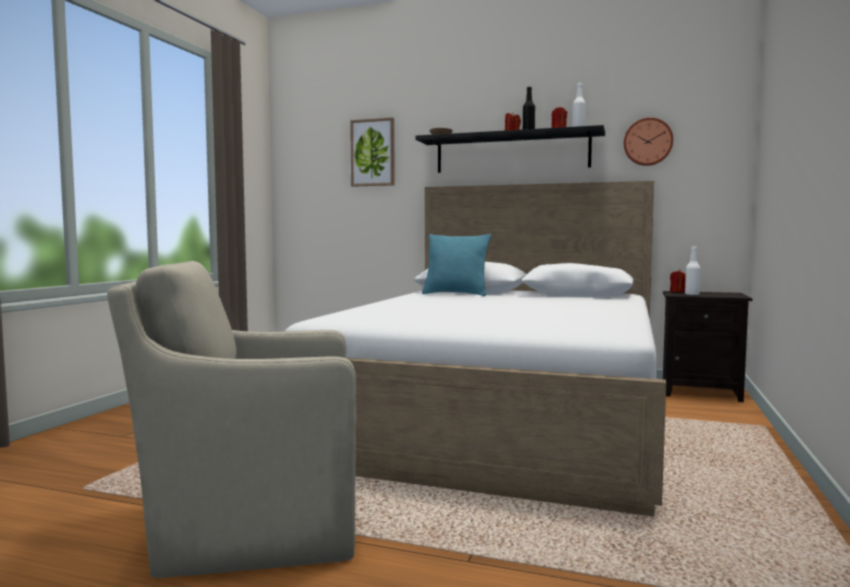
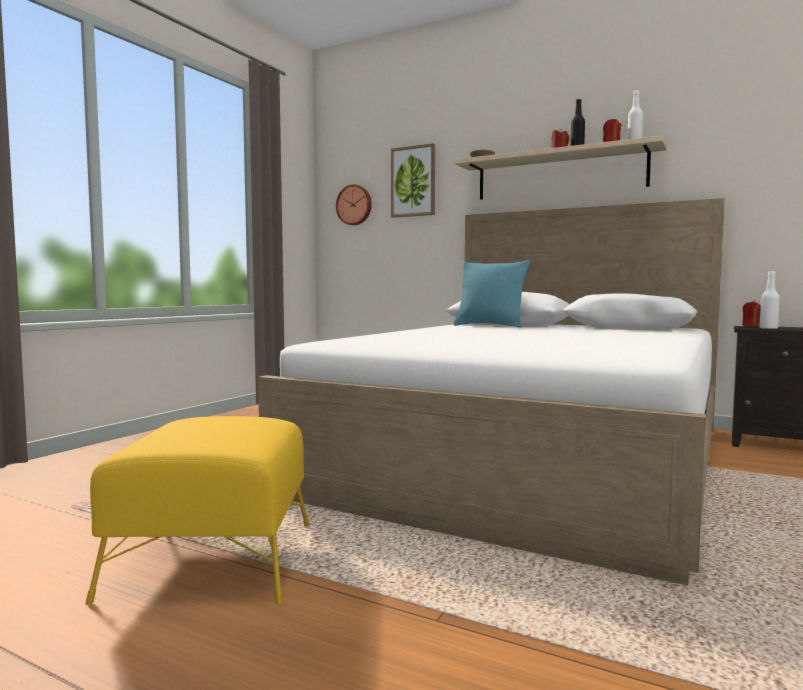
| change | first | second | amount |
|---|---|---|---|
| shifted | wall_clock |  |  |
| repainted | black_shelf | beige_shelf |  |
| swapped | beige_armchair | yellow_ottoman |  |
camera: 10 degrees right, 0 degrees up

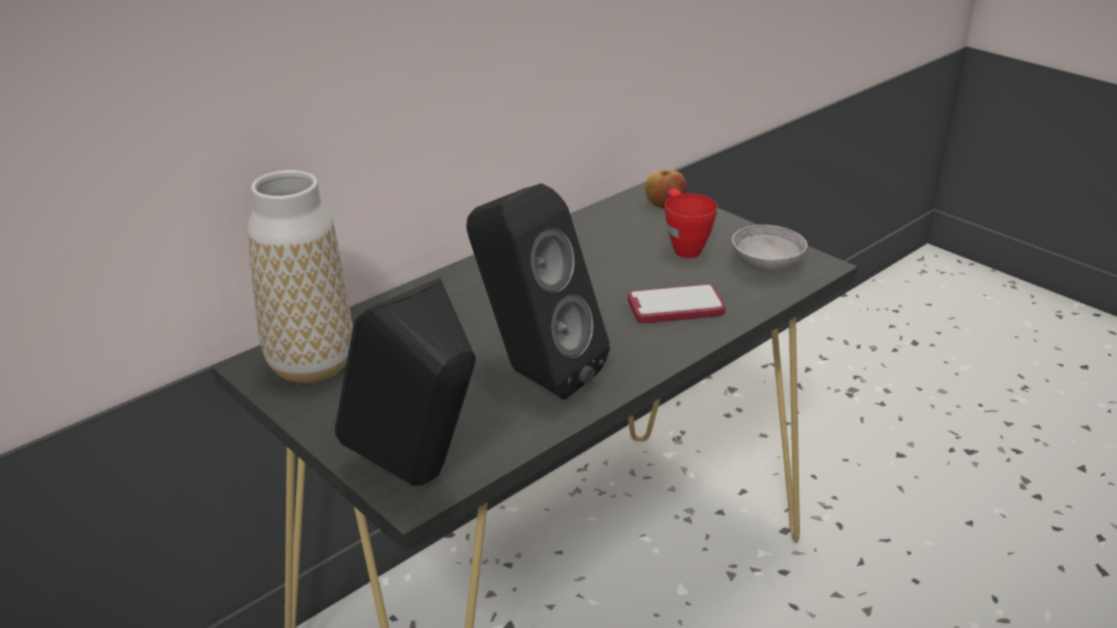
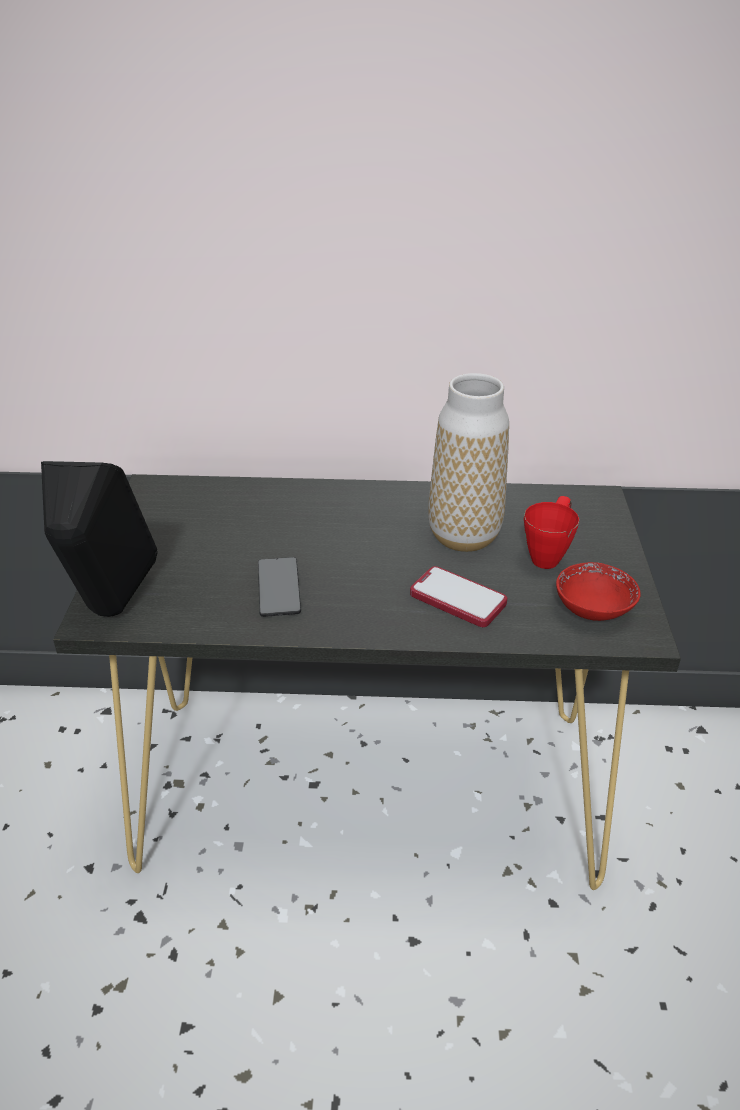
| change | first | second | amount |
|---|---|---|---|
| shifted | vase |  |  |
| gone | apple |  |  |
| swapped | black_speaker (no. 2 from left) | phone (no. 1 from left) |  |
| repainted | grey_bowl | red_bowl |  |
camera: 45 degrees right, 5 degrees up

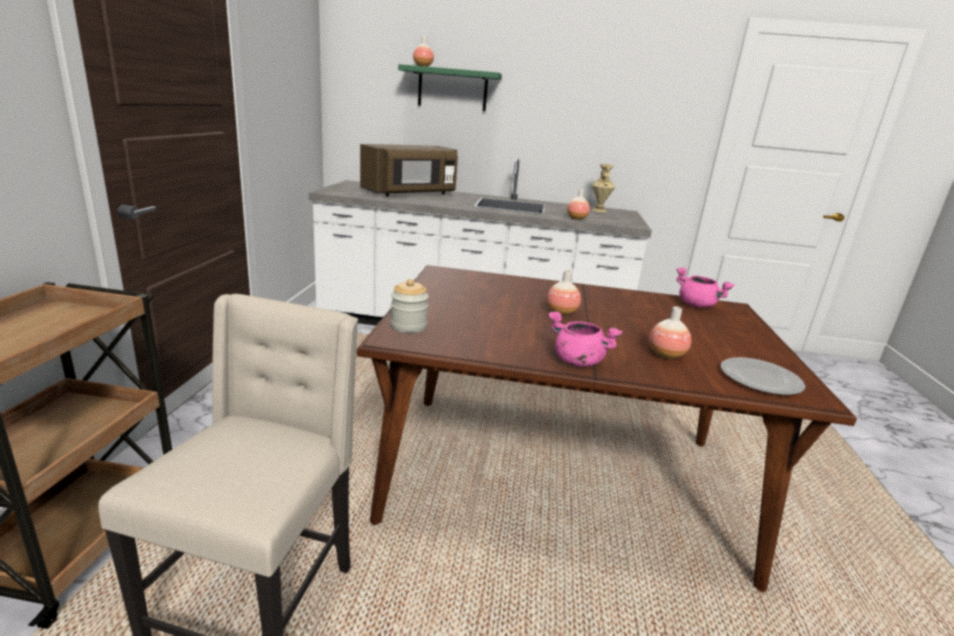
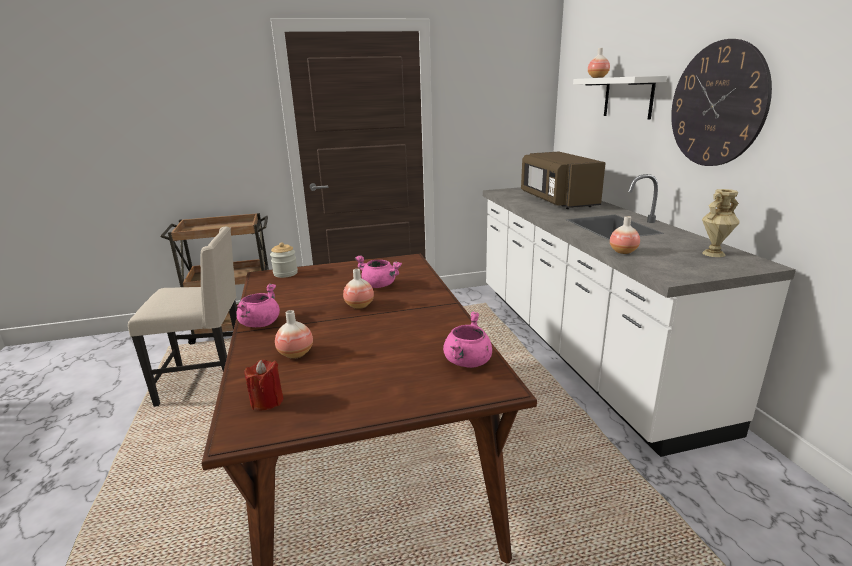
| change | first | second | amount |
|---|---|---|---|
| repainted | green_shelf | white_shelf |  |
| rotated | brown_microwave |  | 45 degrees clockwise |
| swapped | plate | red_candle |  |
| new |  | wall_clock |  |
| new |  | pink_cooking_pot (no. 2 from left) |  |
camera: 70 degrees right, 0 degrees up

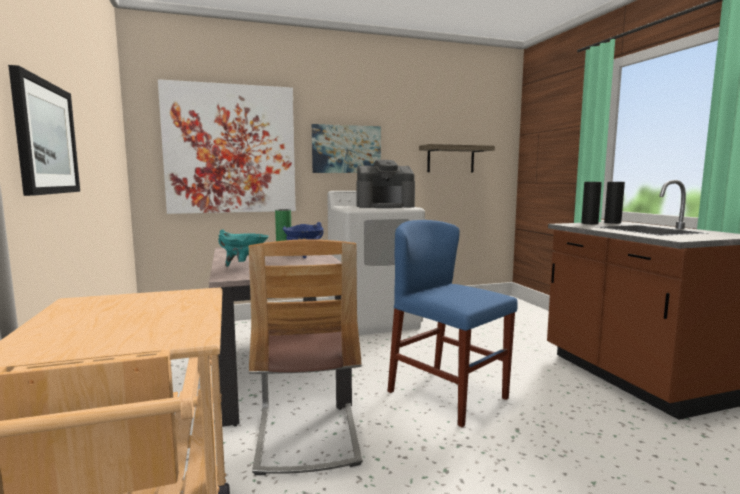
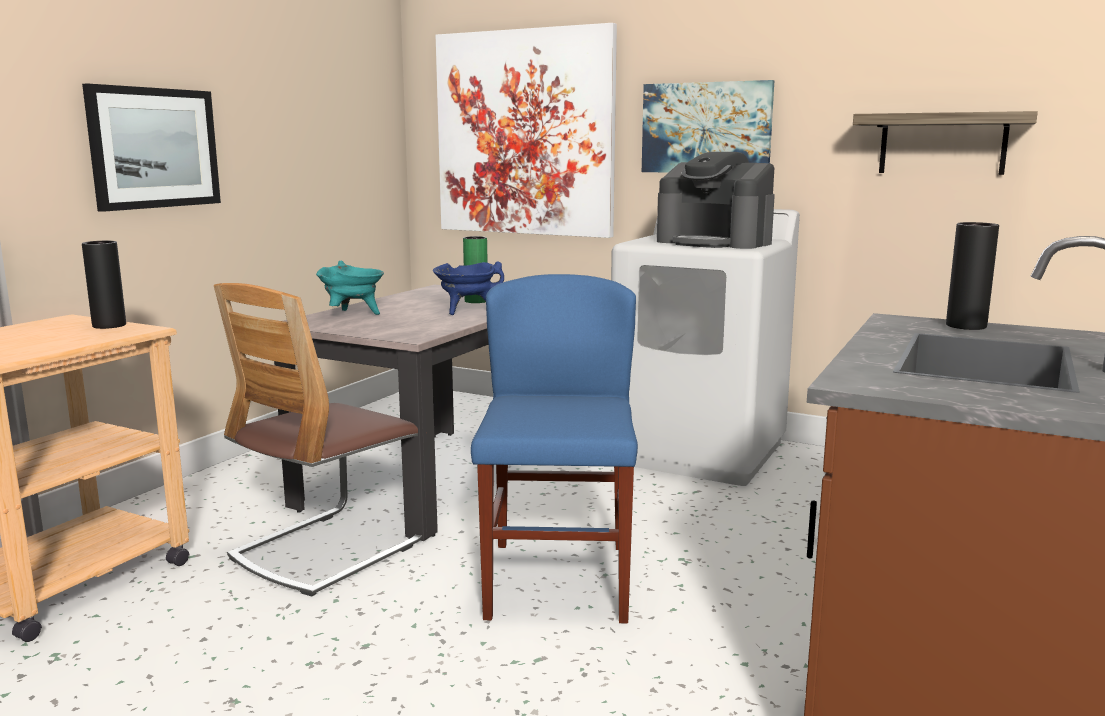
| change | first | second | amount |
|---|---|---|---|
| shifted | black_vase (no. 2 from left in the first image) | black_vase (no. 1 from left) |  |
camera: 45 degrees right, 5 degrees up

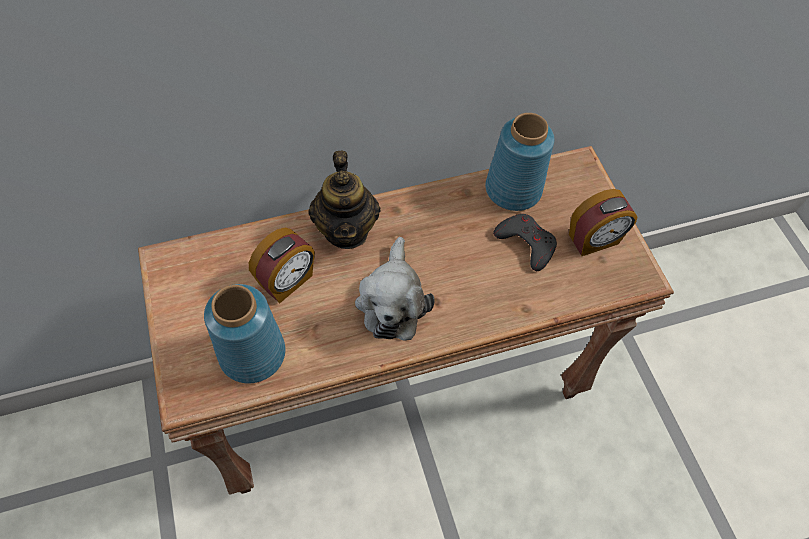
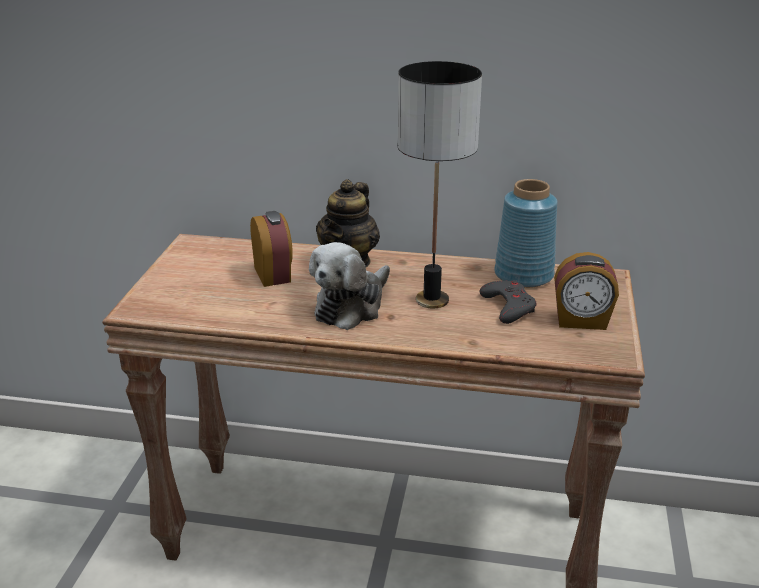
| change | first | second | amount |
|---|---|---|---|
| rotated | alarm_clock (no. 1 from left) |  | 90 degrees counterclockwise |
| gone | blue_vase (no. 1 from left) |  |  |
| new |  | table_lamp |  |
camera: 30 degrees right, 30 degrees down

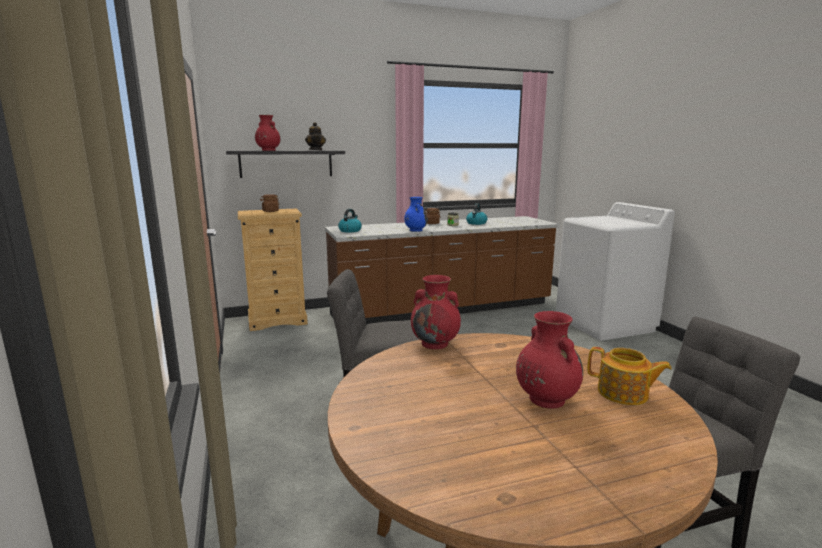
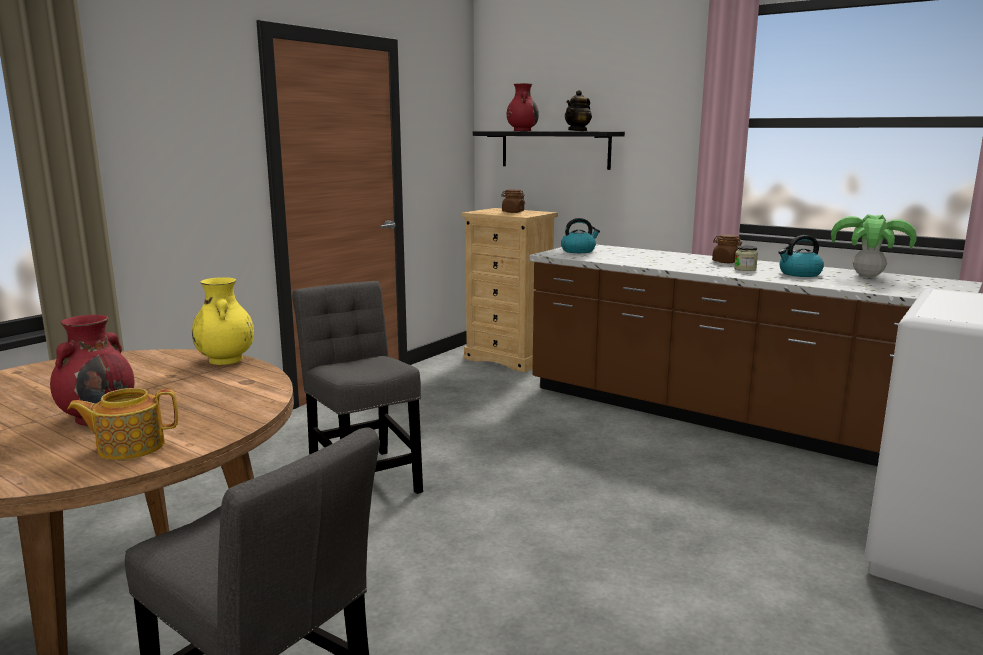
| change | first | second | amount |
|---|---|---|---|
| gone | blue_vase |  |  |
| repainted | red_vase (no. 2 from left) | yellow_vase |  |
| rotated | teapot (no. 2 from left in the first image) | teapot (no. 1 from left) | 75 degrees clockwise |
| new |  | potted_plant |  |
camera: 55 degrees right, 0 degrees up

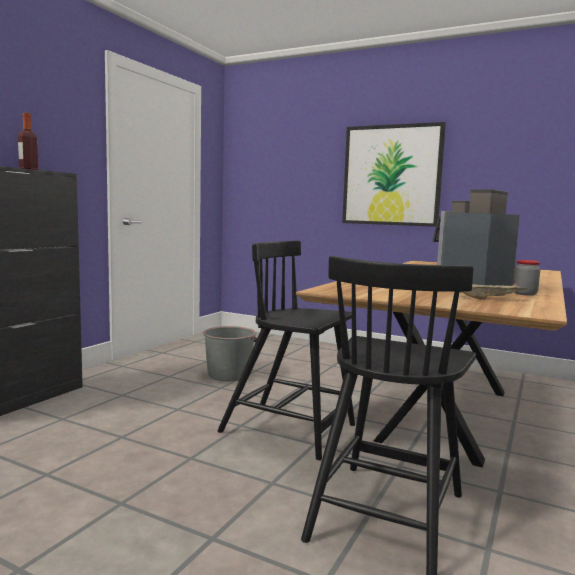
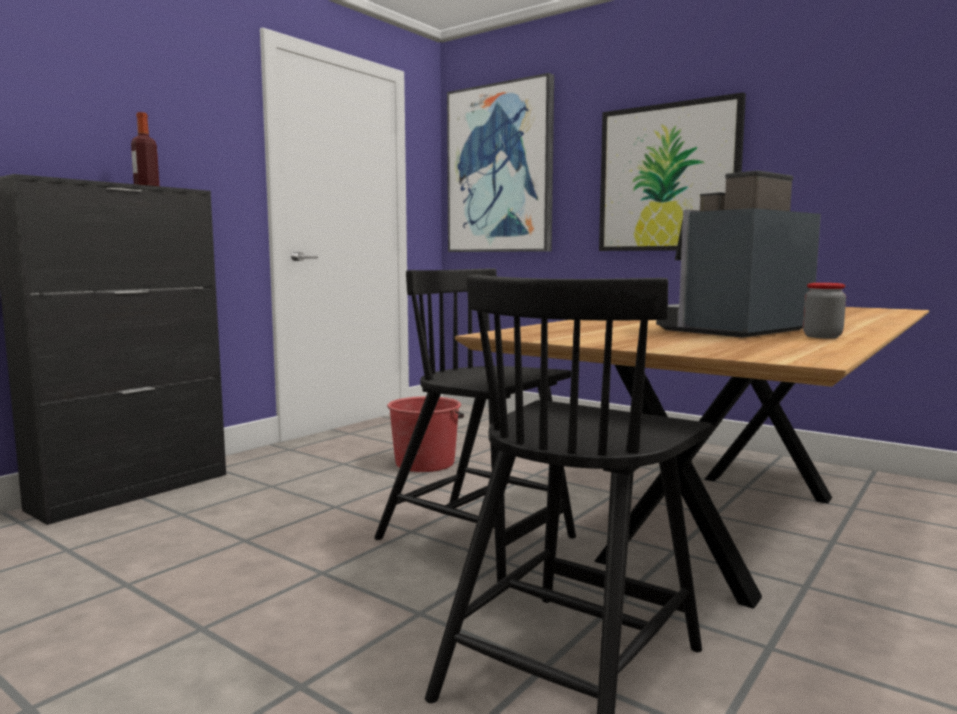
| change | first | second | amount |
|---|---|---|---|
| gone | beige_tray |  |  |
| repainted | grey_bucket | red_bucket |  |
| new |  | picture (no. 1 from left) |  |
camera: 10 degrees right, 0 degrees up

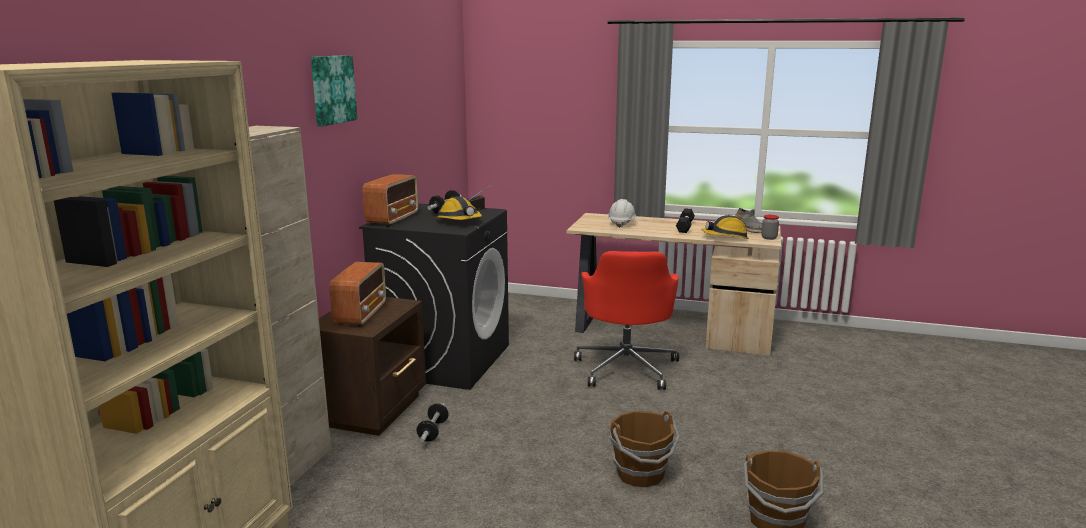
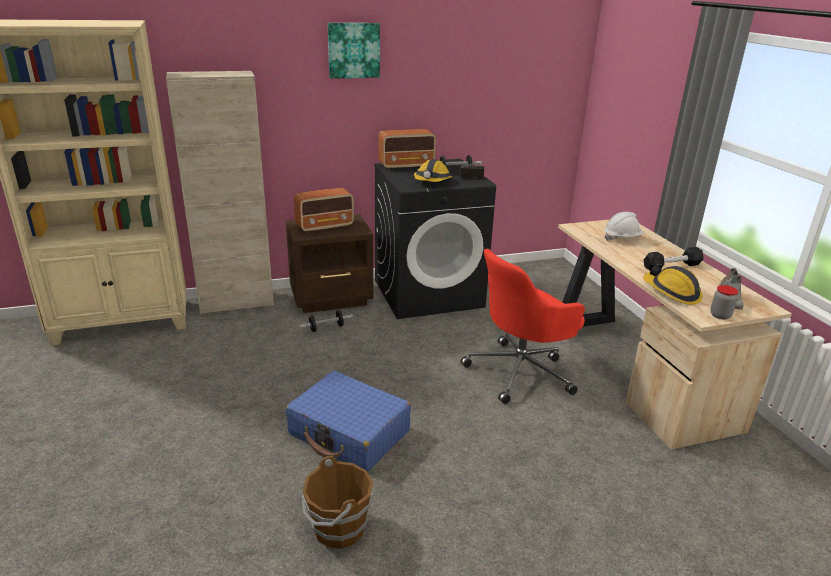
| change | first | second | amount |
|---|---|---|---|
| swapped | brown_bucket (no. 1 from left) | blue_suitcase |  |
camera: 55 degrees right, 10 degrees up

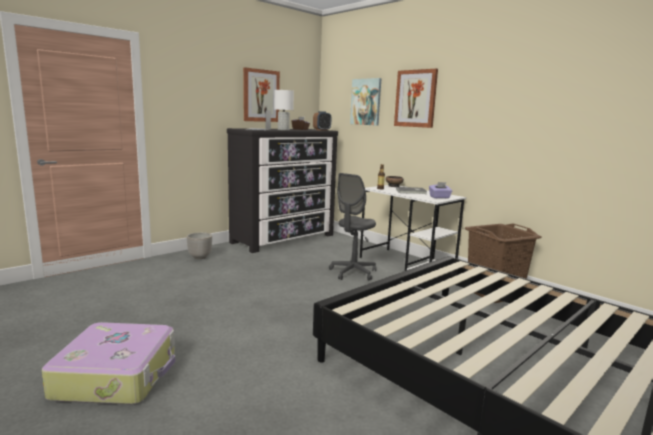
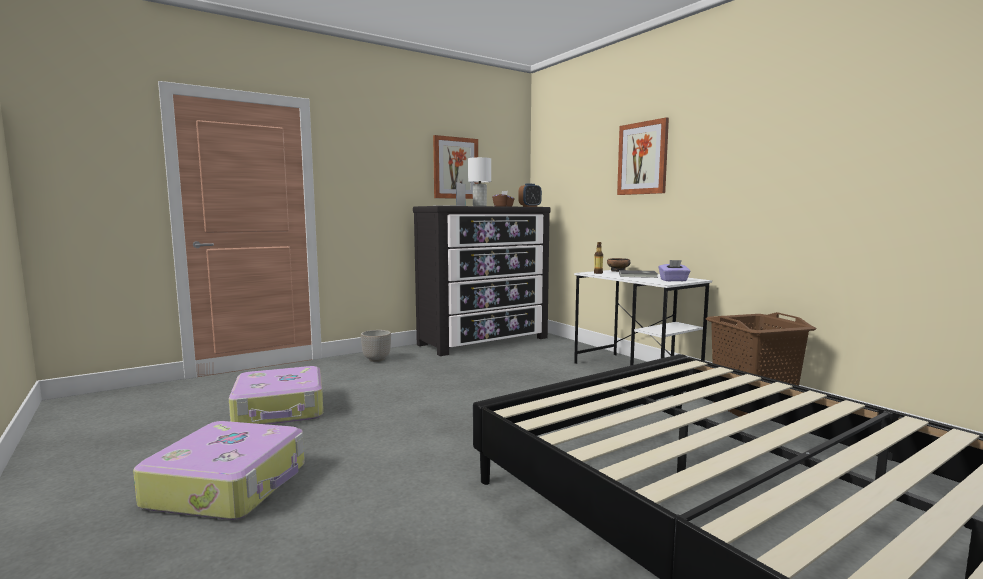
| change | first | second | amount |
|---|---|---|---|
| gone | picture (no. 2 from left) |  |  |
| gone | grey_office_chair |  |  |
| new |  | suitcase (no. 2 from left) |  |
camera: 10 degrees right, 5 degrees down

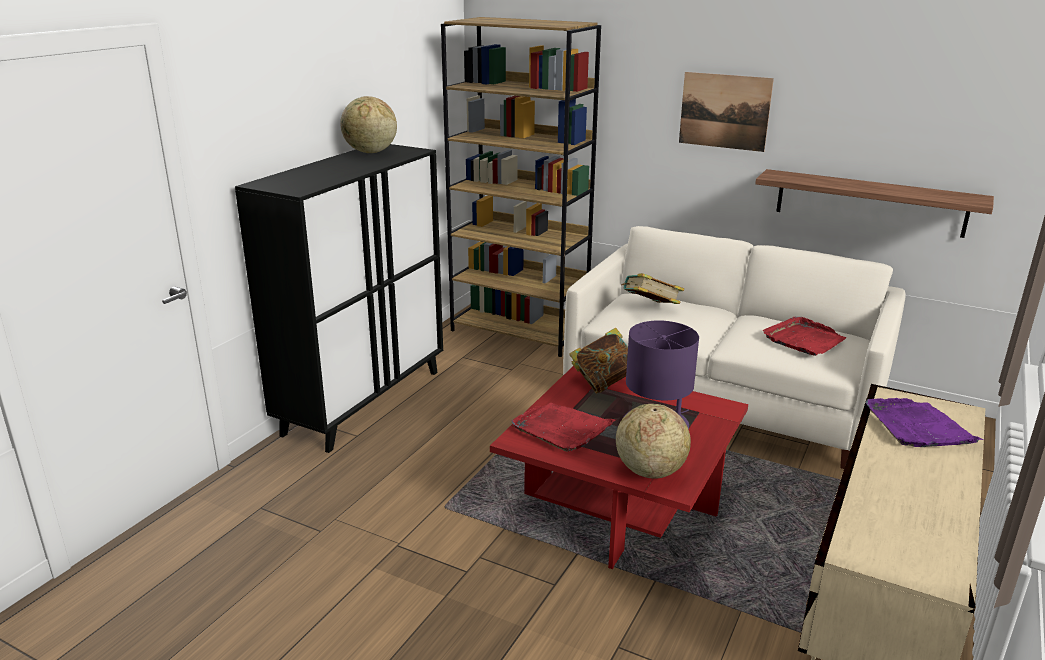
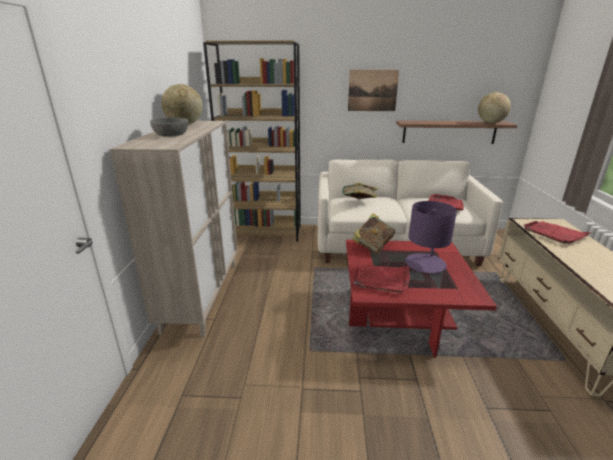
| change | first | second | amount |
|---|---|---|---|
| repainted | black_cabinet | beige_cabinet |  |
| repainted | purple_tray | red_tray (no. 3 from left) |  |
| shifted | globe (no. 2 from left) |  |  |
| new |  | grey_bowl |  |
camera: 25 degrees left, 0 degrees up

